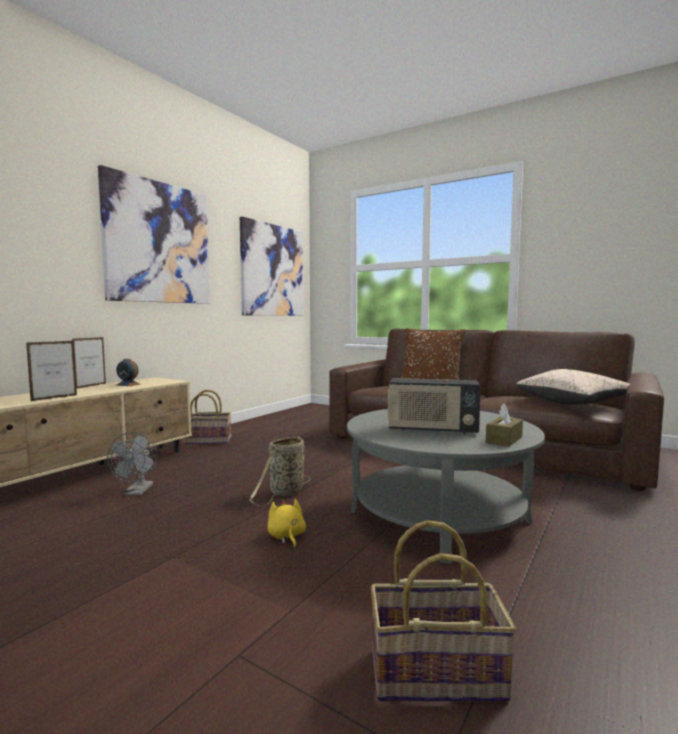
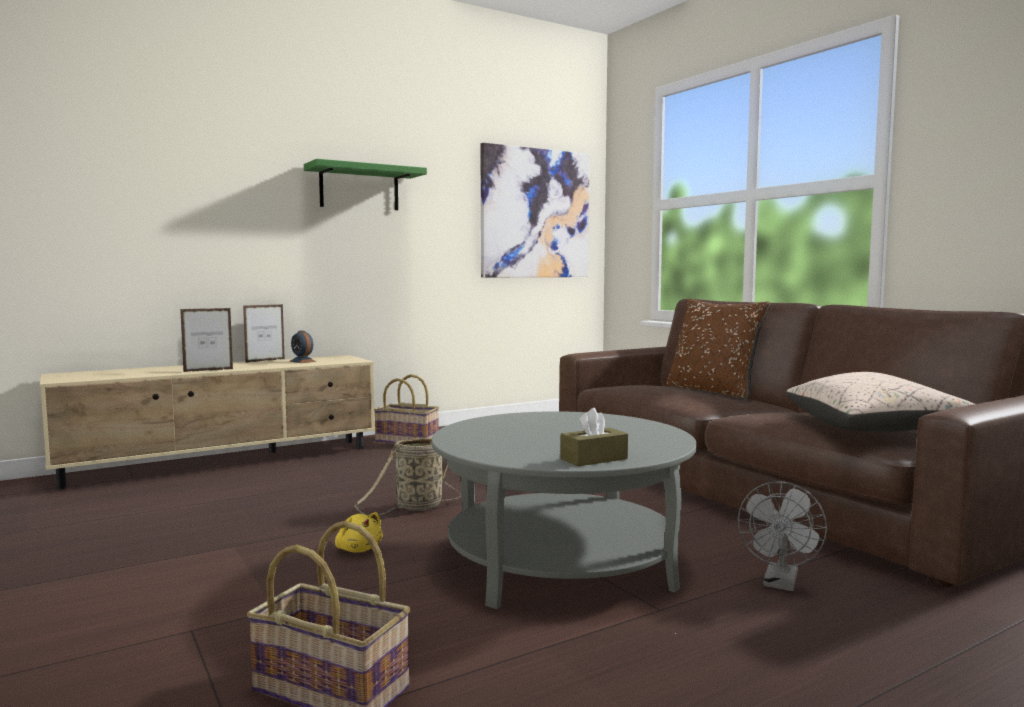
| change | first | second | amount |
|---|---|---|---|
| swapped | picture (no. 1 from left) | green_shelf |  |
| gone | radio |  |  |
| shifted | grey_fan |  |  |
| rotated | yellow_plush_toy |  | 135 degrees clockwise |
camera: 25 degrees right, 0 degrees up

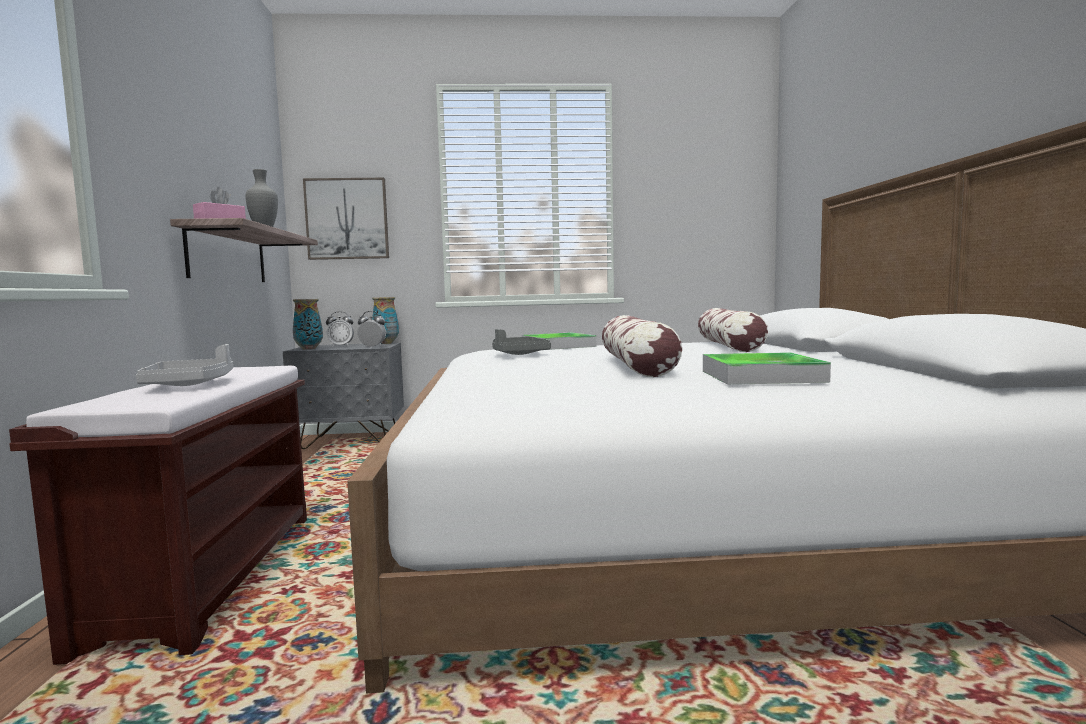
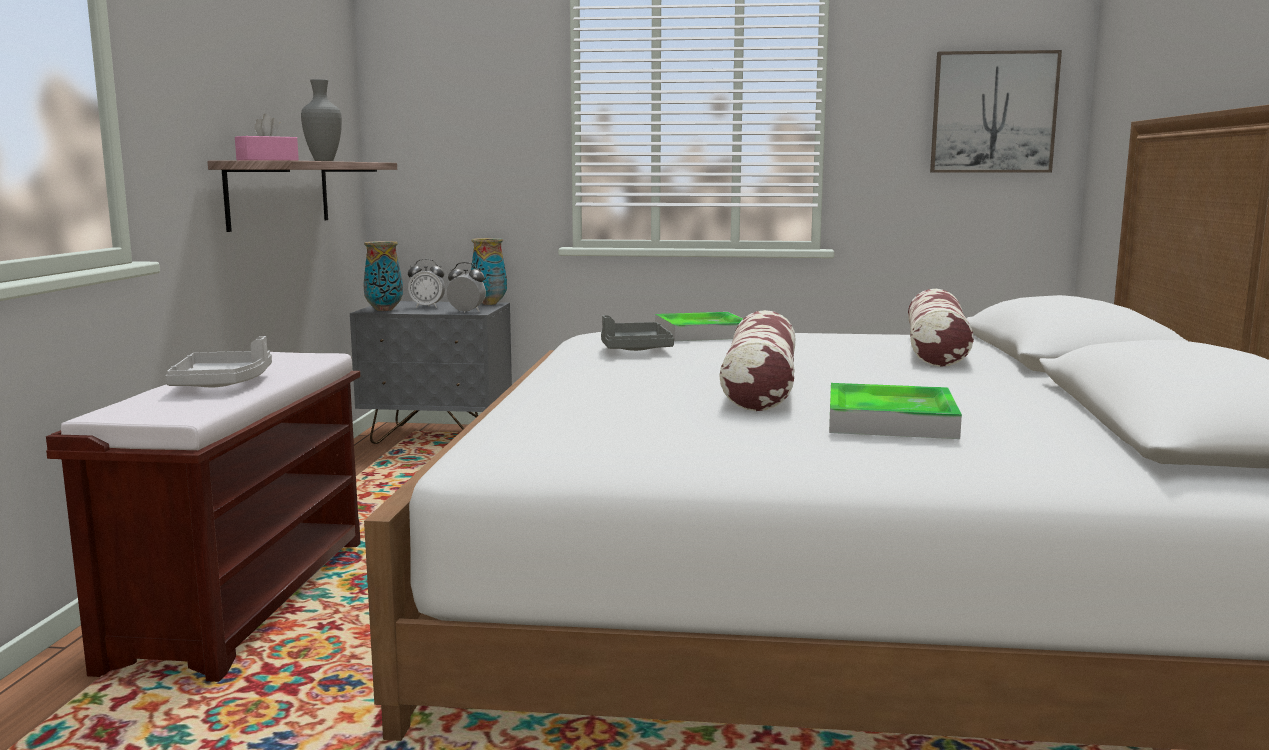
| change | first | second | amount |
|---|---|---|---|
| shifted | picture |  |  |
camera: 10 degrees right, 5 degrees up

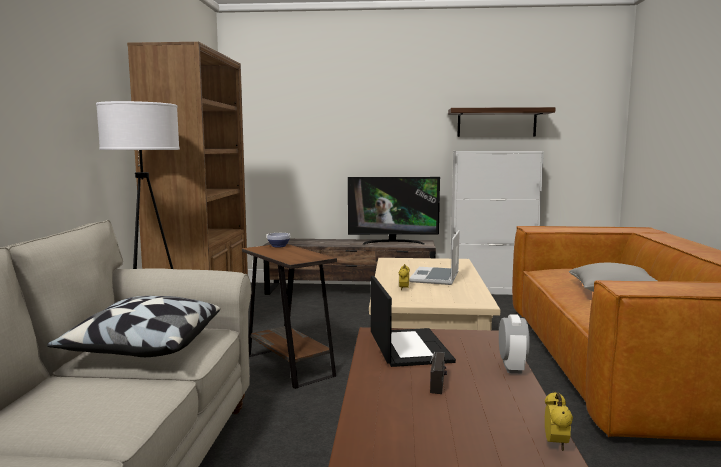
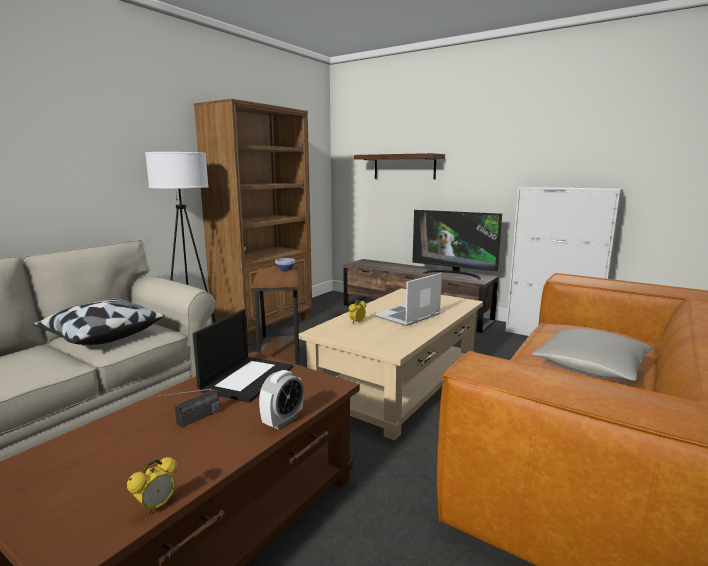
| change | first | second | amount |
|---|---|---|---|
| shifted | shelf |  |  |
camera: 30 degrees right, 5 degrees up

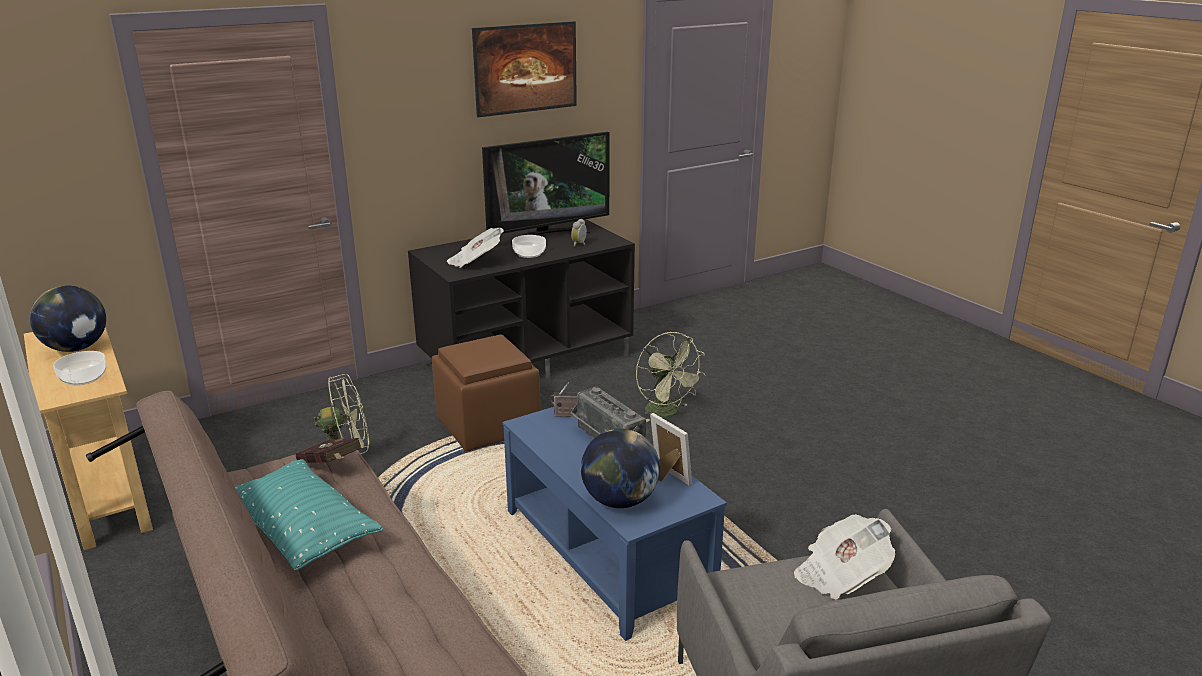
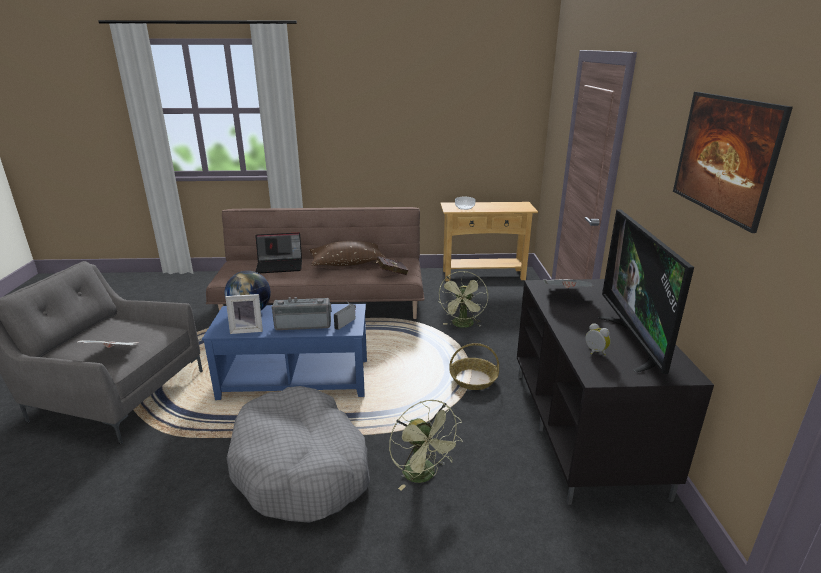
| change | first | second | amount |
|---|---|---|---|
| gone | bowl (no. 2 from left) |  |  |
| gone | globe (no. 1 from left) |  |  |
| rotated | green_fan (no. 2 from left in the first image) | green_fan (no. 1 from left) | 120 degrees counterclockwise |
| swapped | brown_ottoman | basket |  |
| repainted | turquoise_pillow | brown_pillow |  |
| new |  | laptop |  |
| new |  | grey_dog_bed |  |
camera: 120 degrees right, 0 degrees up

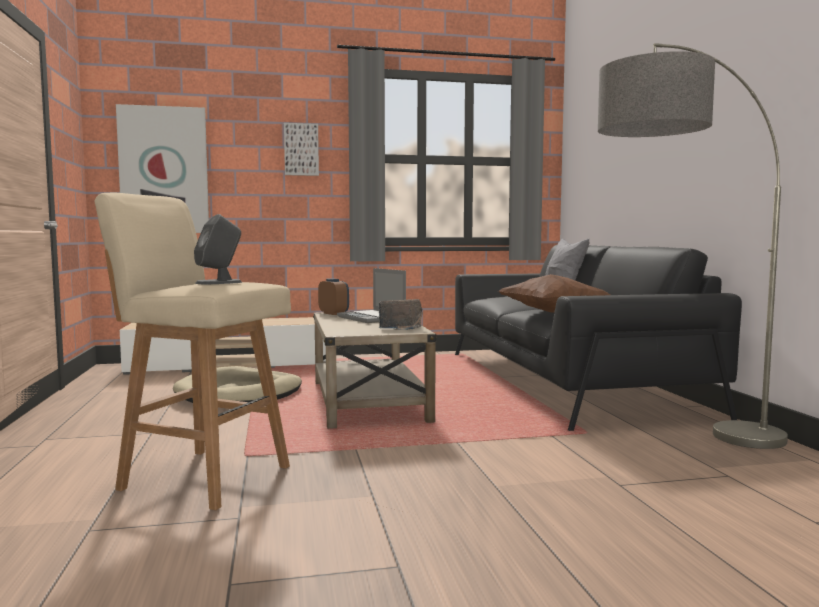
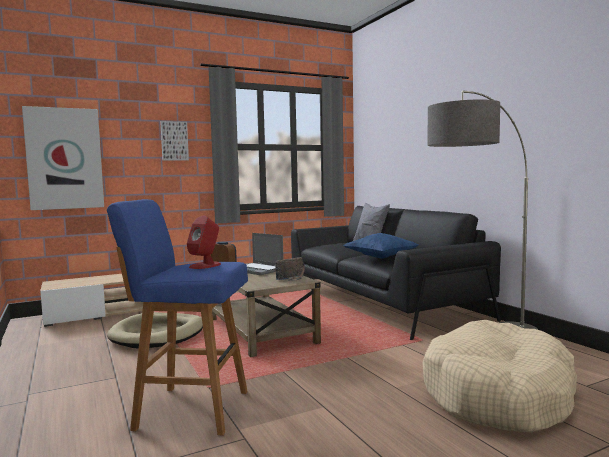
| change | first | second | amount |
|---|---|---|---|
| repainted | beige_stool | blue_stool |  |
| repainted | grey_speaker | red_speaker |  |
| repainted | brown_pillow | blue_pillow |  |
| new |  | beige_dog_bed (no. 2 from left) |  |
camera: 15 degrees left, 0 degrees up

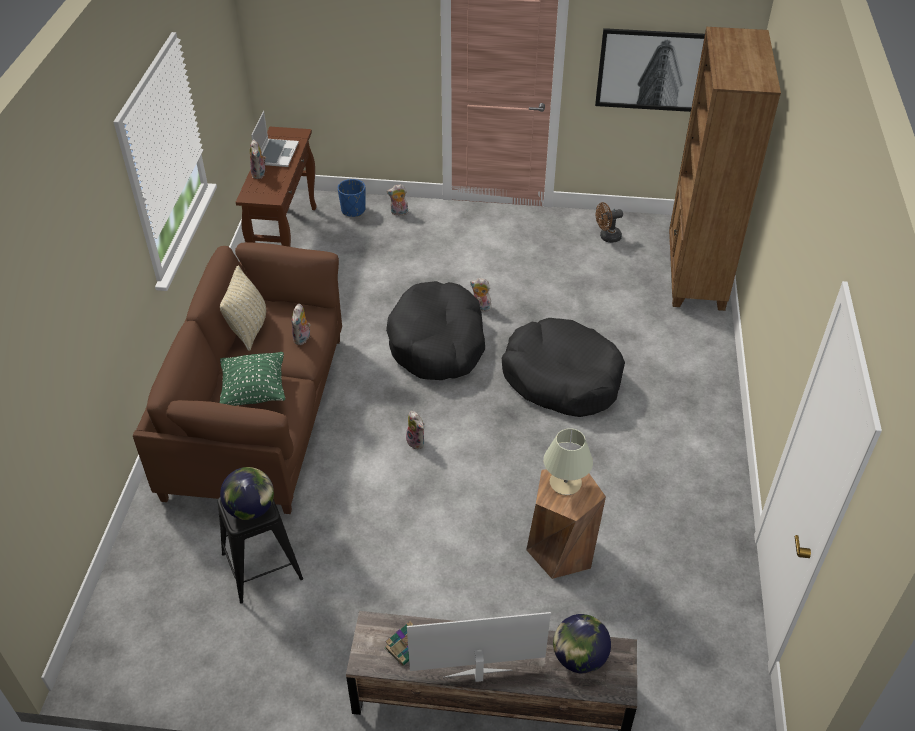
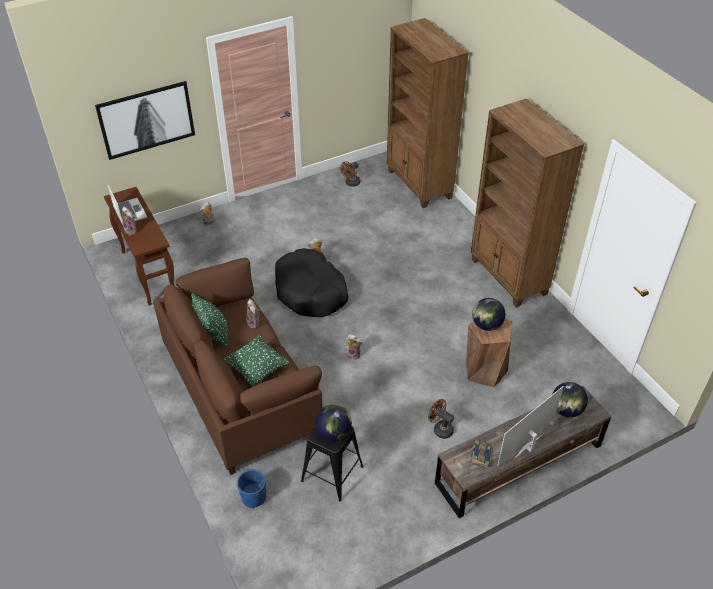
| change | first | second | amount |
|---|---|---|---|
| shifted | picture |  |  |
| shifted | blue_planter |  |  |
| repainted | beige_pillow | green_pillow (no. 1 from left) |  |
| gone | black_dog_bed (no. 2 from left) |  |  |
| swapped | beige_table_lamp | globe (no. 2 from left) |  |
| new |  | brown_bookcase (no. 2 from left) |  |
| new |  | brown_fan (no. 2 from left) |  |
camera: 35 degrees left, 0 degrees up

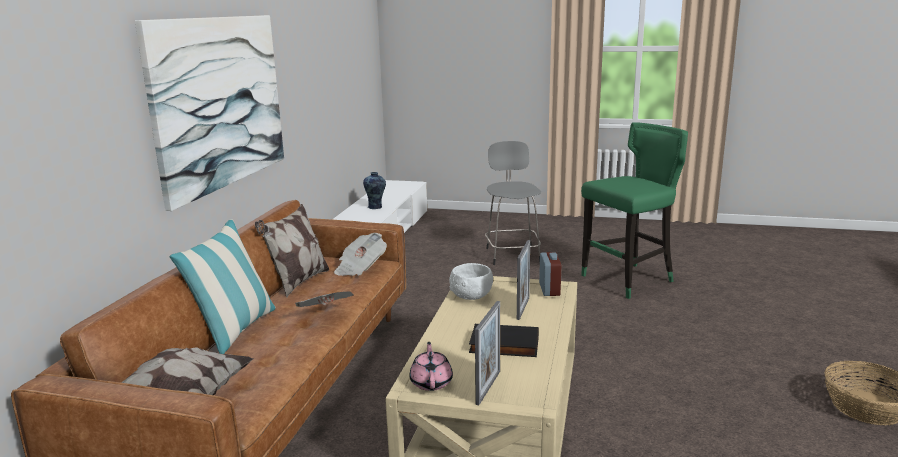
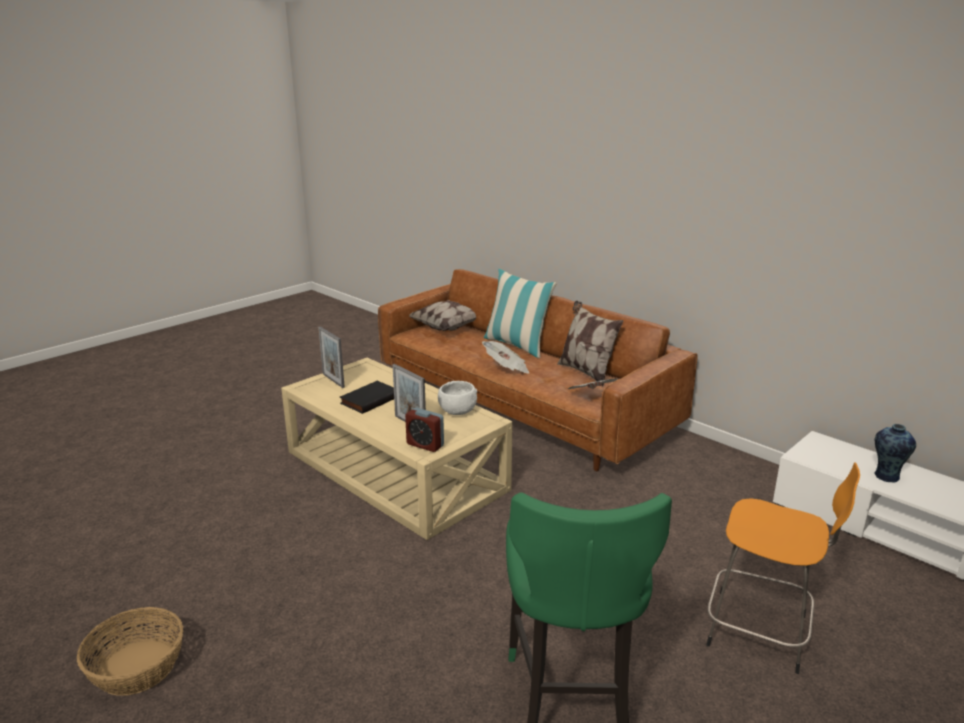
| change | first | second | amount |
|---|---|---|---|
| gone | picture |  |  |
| repainted | grey_stool | orange_stool |  |
| gone | pink_teapot |  |  |
camera: 120 degrees right, 5 degrees up

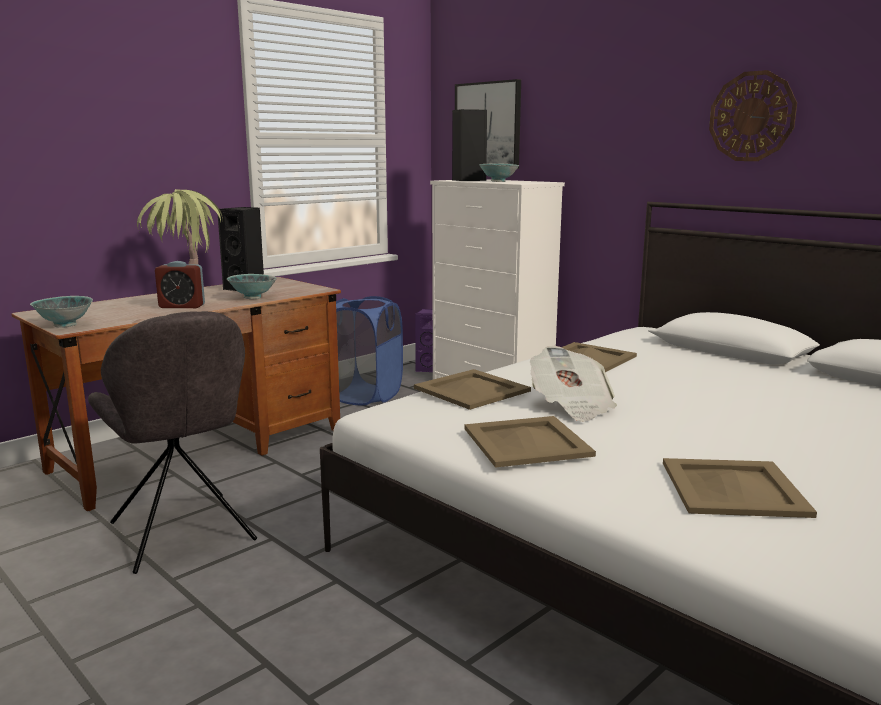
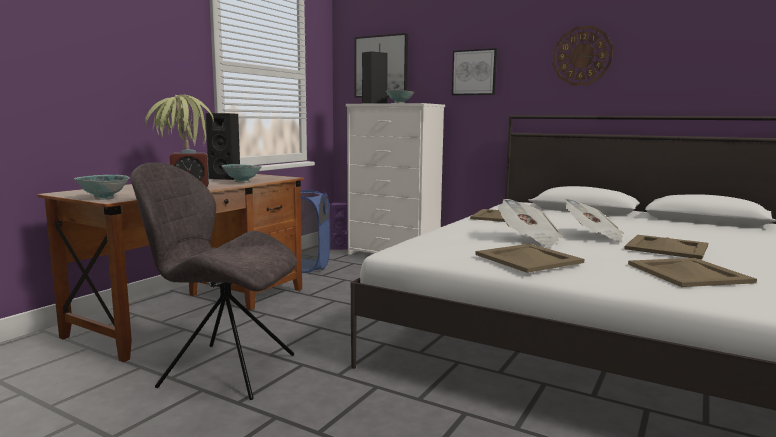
| change | first | second | amount |
|---|---|---|---|
| rotated | grey_chair |  | 150 degrees clockwise |
| shifted | beige_tray (no. 1 from left in the first image) | beige_tray (no. 3 from left) |  |
| new |  | picture (no. 2 from left) |  |
| new |  | newspaper (no. 2 from left) |  |
camera: 15 degrees left, 5 degrees down

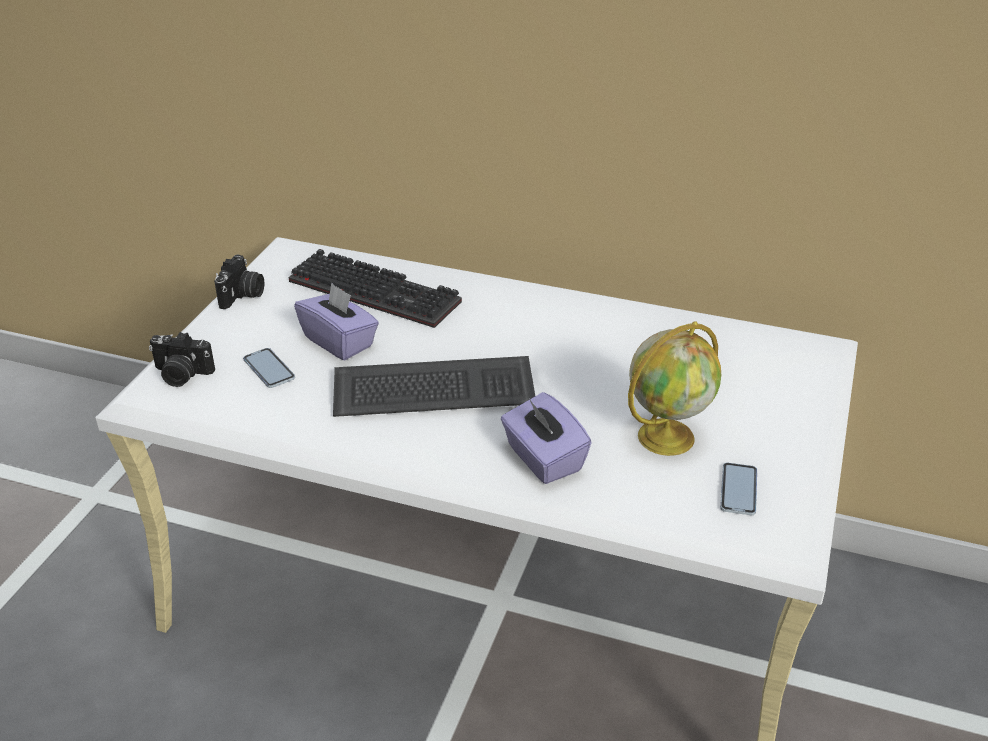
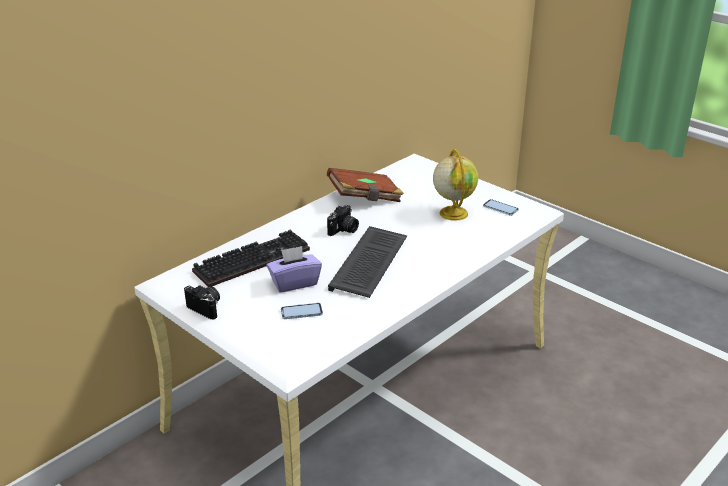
| change | first | second | amount |
|---|---|---|---|
| shifted | photo_camera (no. 1 from left in the first image) | photo_camera (no. 2 from left) |  |
| gone | purple_tissue_box (no. 2 from left) |  |  |
| new |  | brown_book |  |
camera: 65 degrees left, 5 degrees down

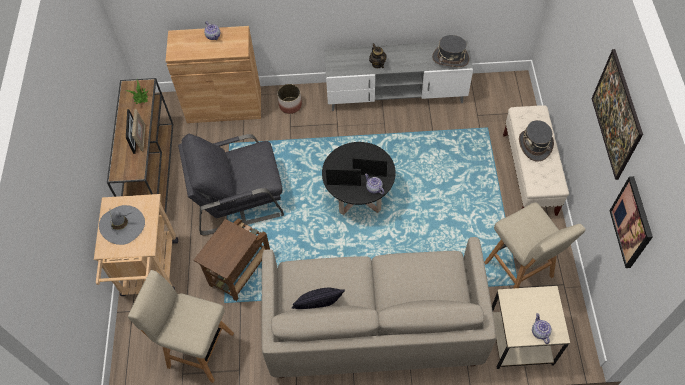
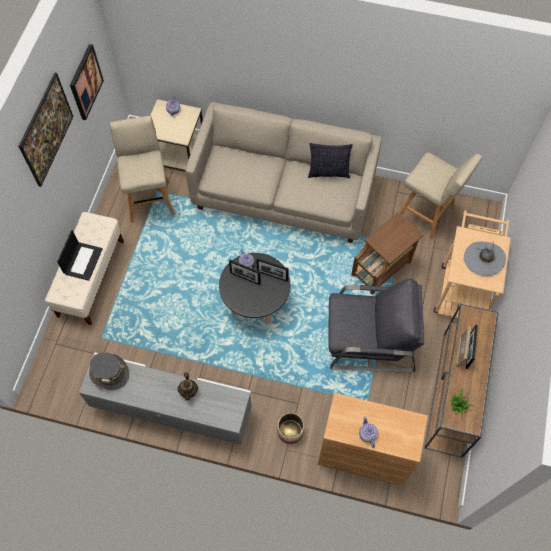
| change | first | second | amount |
|---|---|---|---|
| swapped | grey_hat (no. 3 from left) | laptop |  |
camera: 165 degrees left, 5 degrees up

